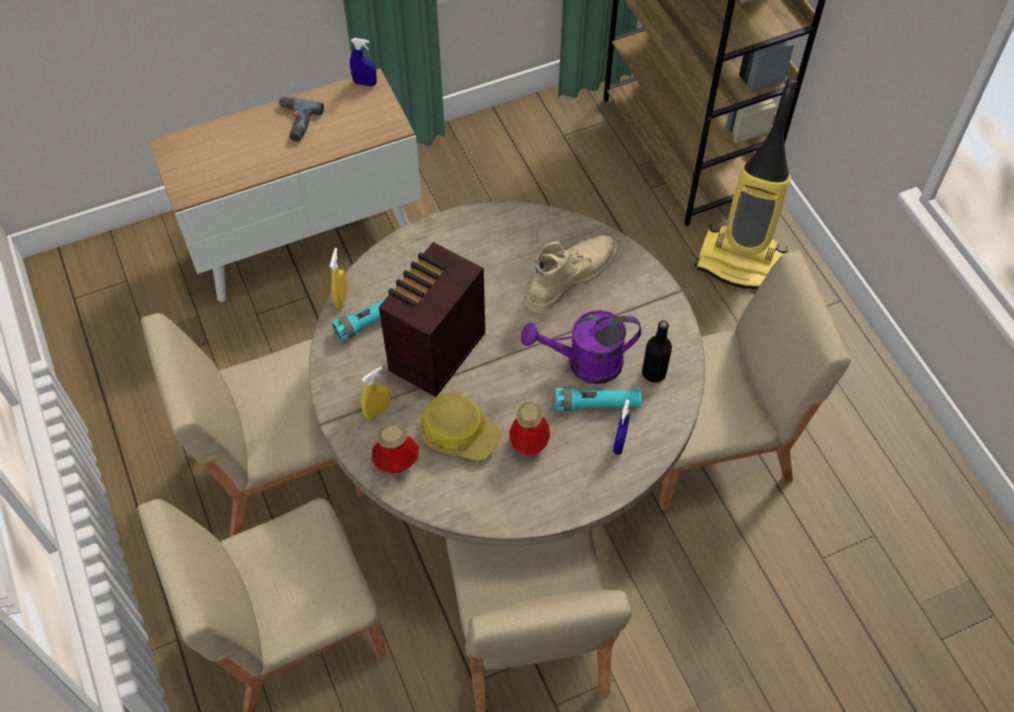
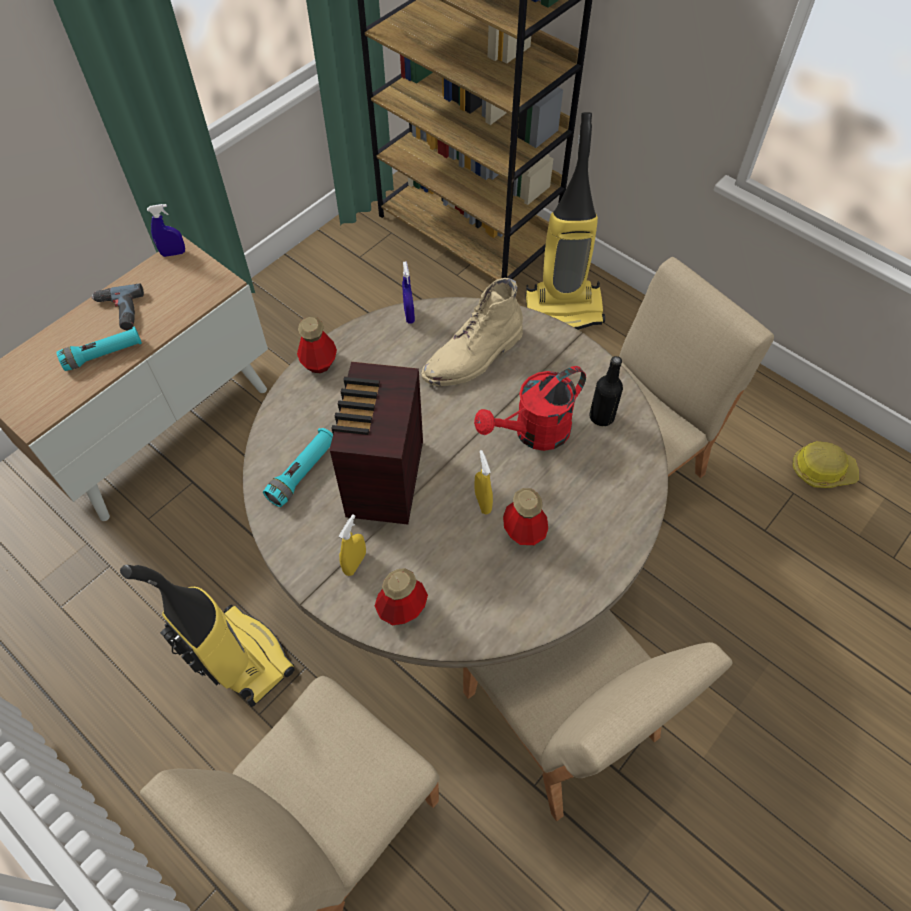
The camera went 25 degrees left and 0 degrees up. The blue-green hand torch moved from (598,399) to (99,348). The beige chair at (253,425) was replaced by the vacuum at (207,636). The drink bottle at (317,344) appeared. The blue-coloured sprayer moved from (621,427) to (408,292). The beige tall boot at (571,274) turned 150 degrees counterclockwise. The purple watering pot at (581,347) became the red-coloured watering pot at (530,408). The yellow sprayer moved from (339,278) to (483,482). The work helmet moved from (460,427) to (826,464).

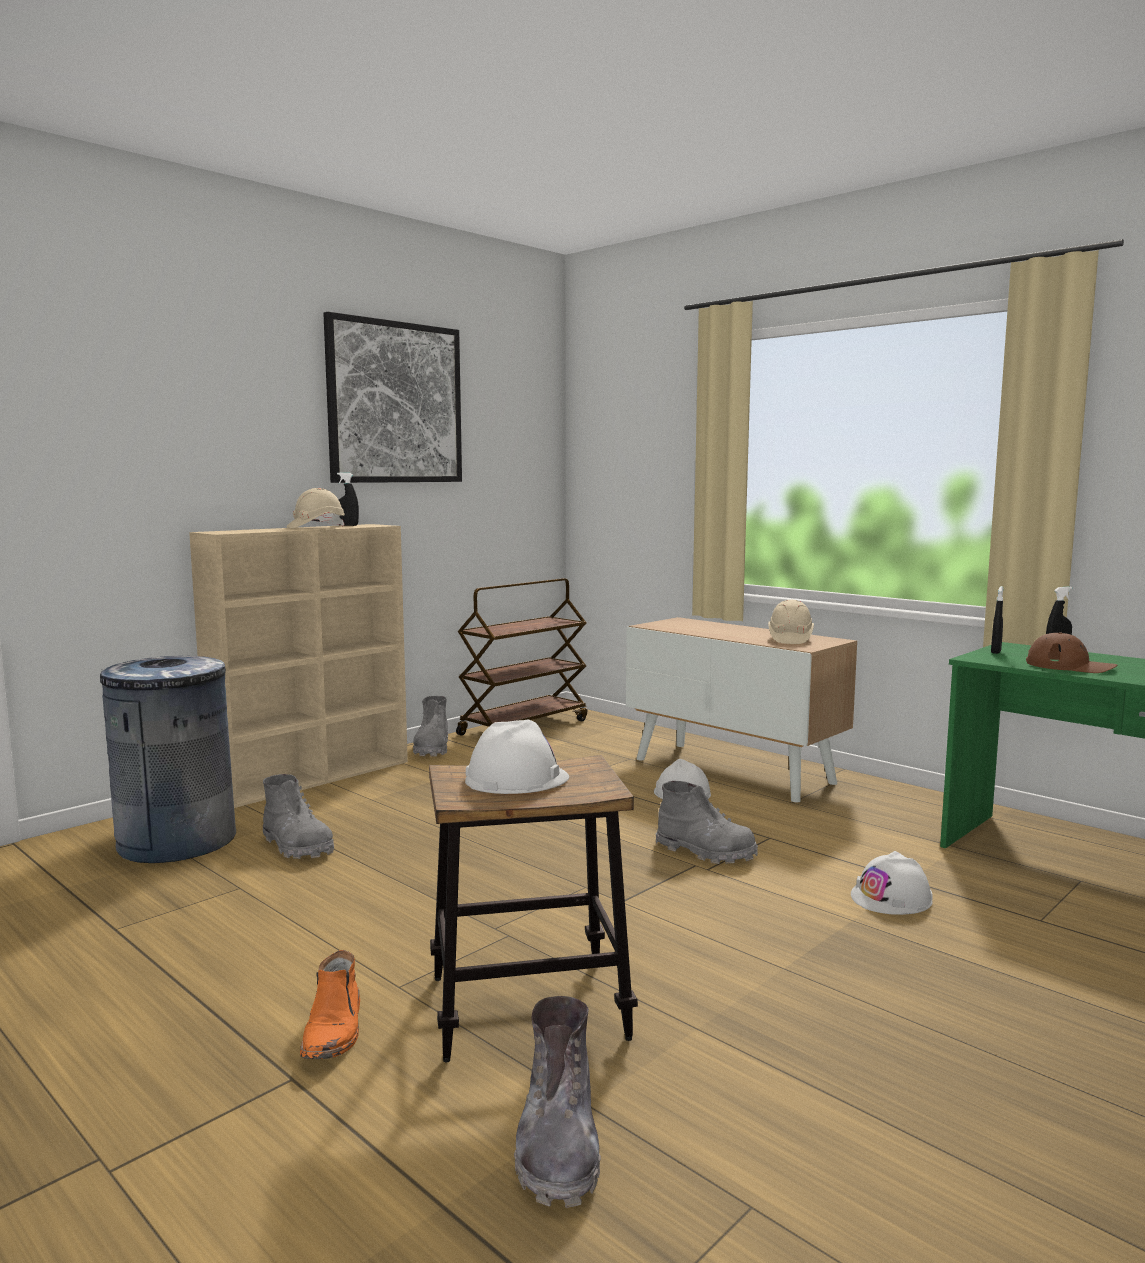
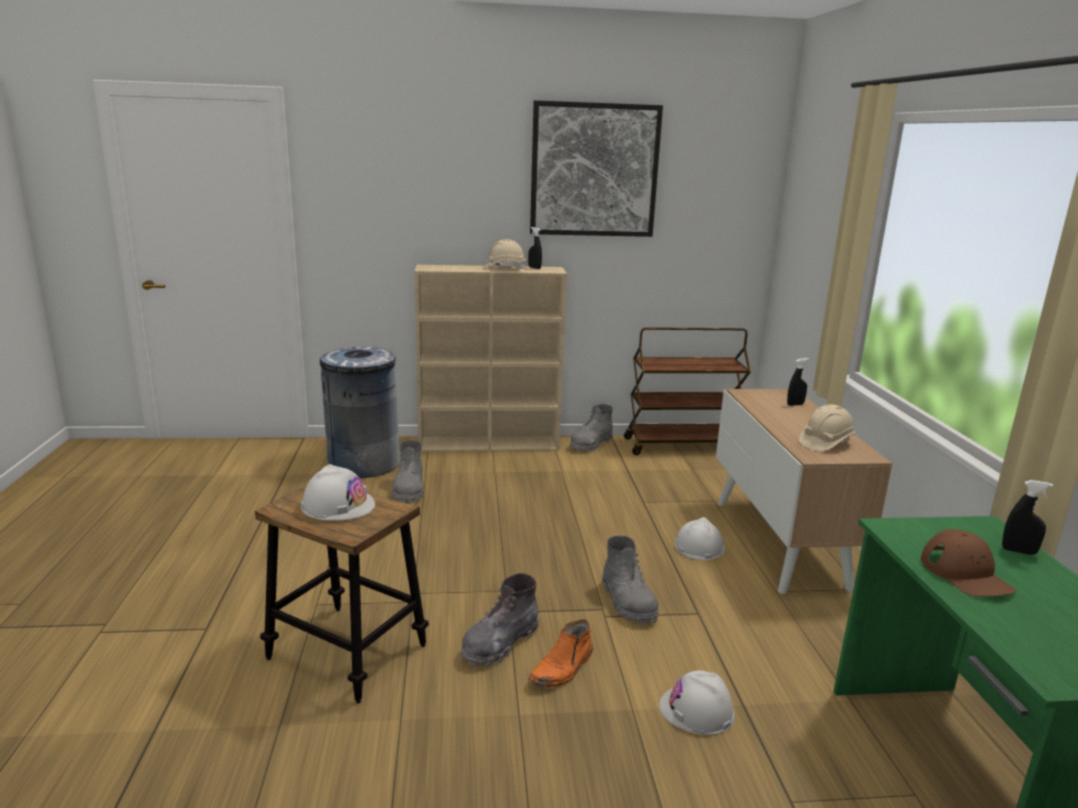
The camera went 40 degrees right and 10 degrees up. The grey tall boot moved from (557,1102) to (500,620). The orange-coloured tall boot moved from (330,1004) to (560,653). The blackish sprayer moved from (997,620) to (798,382).

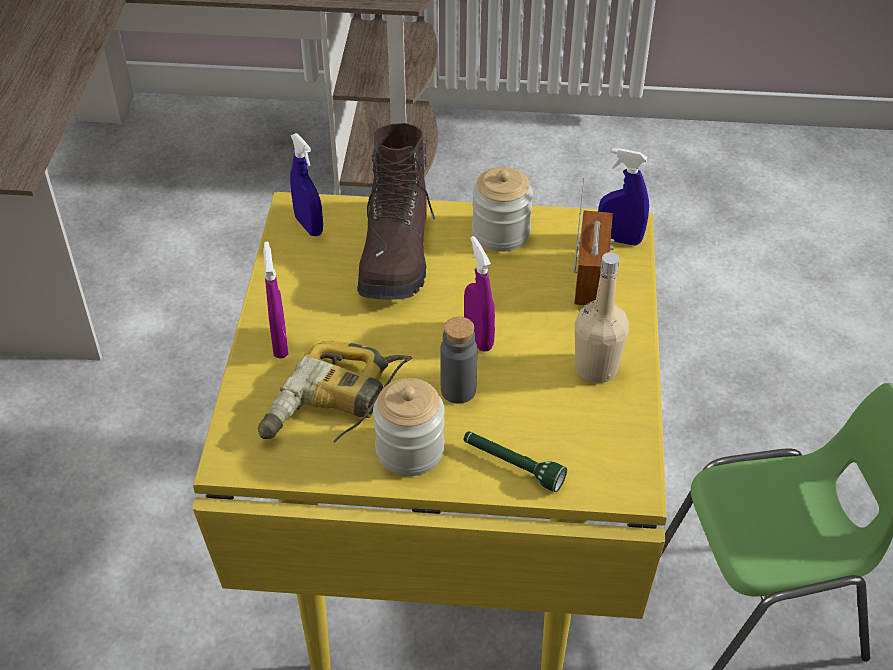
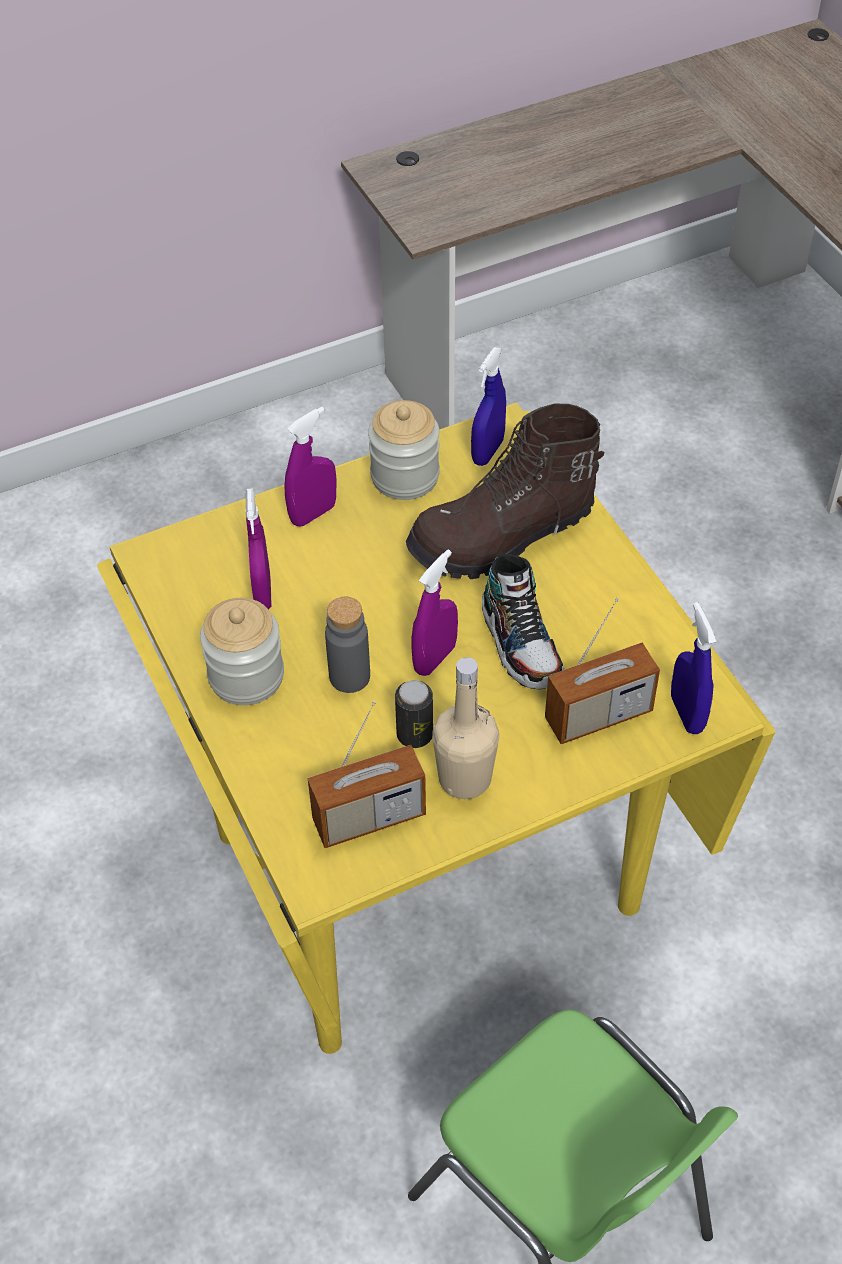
The camera went 60 degrees right and 5 degrees up. The power drill at (335,392) was replaced by the purple sprayer at (258,549). The radio set at (367,774) appeared. The preserve jar moved from (502,209) to (404,450). The sealed can at (414,714) appeared. The item of footwear at (523,622) appeared. The green-coloured hand torch at (515,462) disappeared.

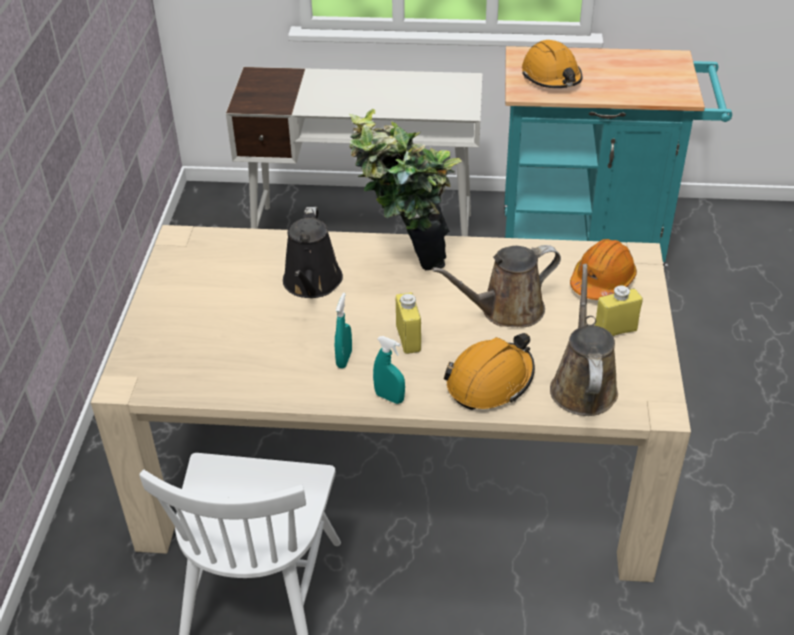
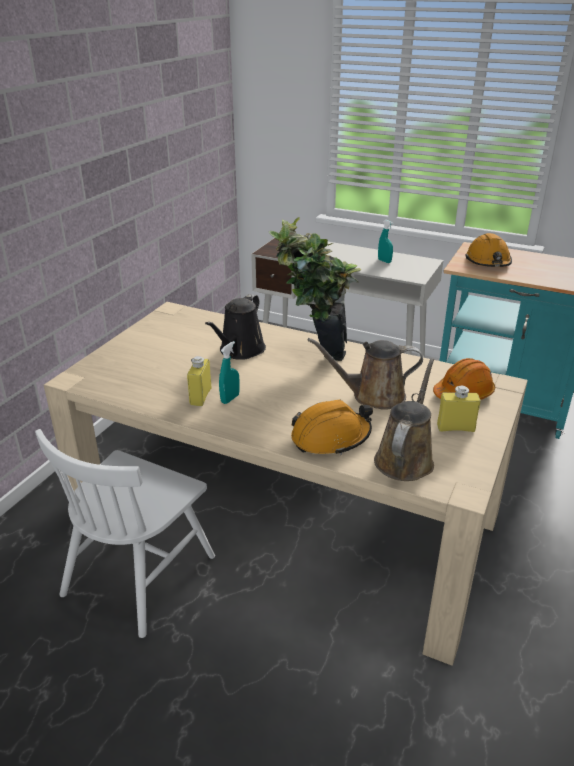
The camera went 20 degrees right and 10 degrees down. The yellow drink bottle moved from (408,323) to (199,381). The blue-green sprayer moved from (389,370) to (385,241).

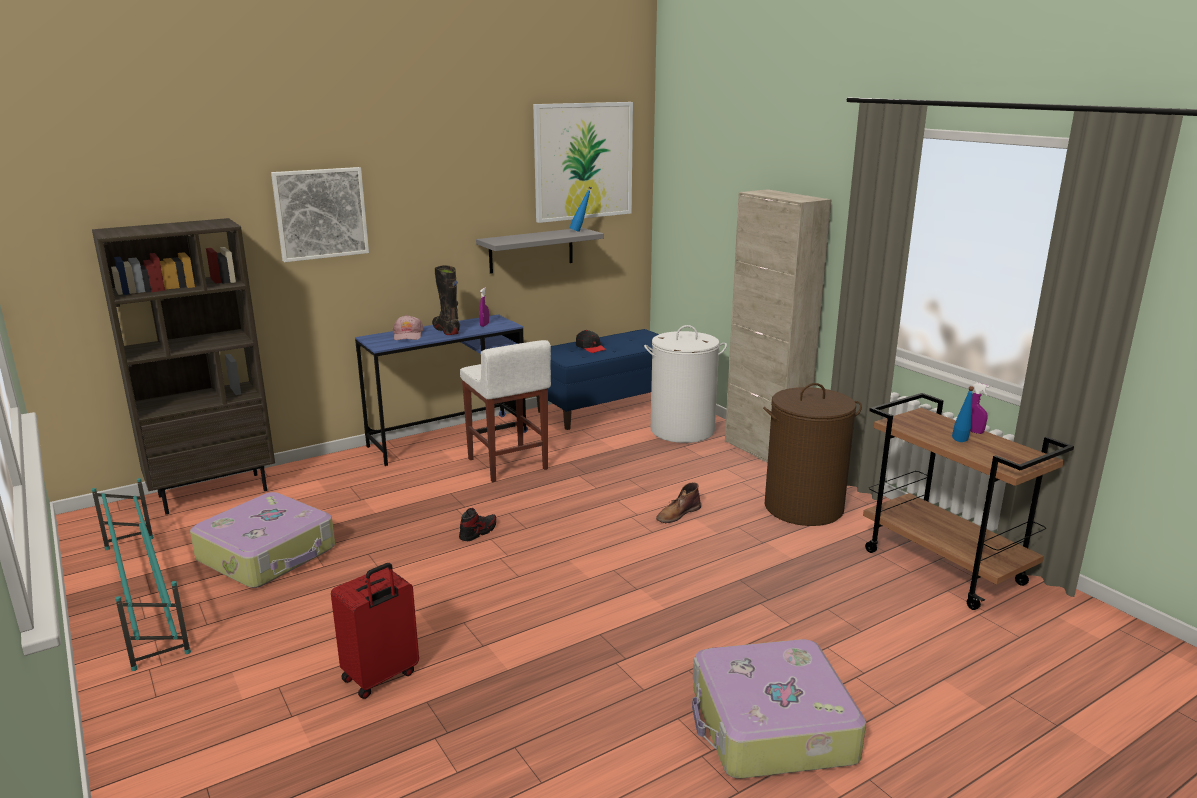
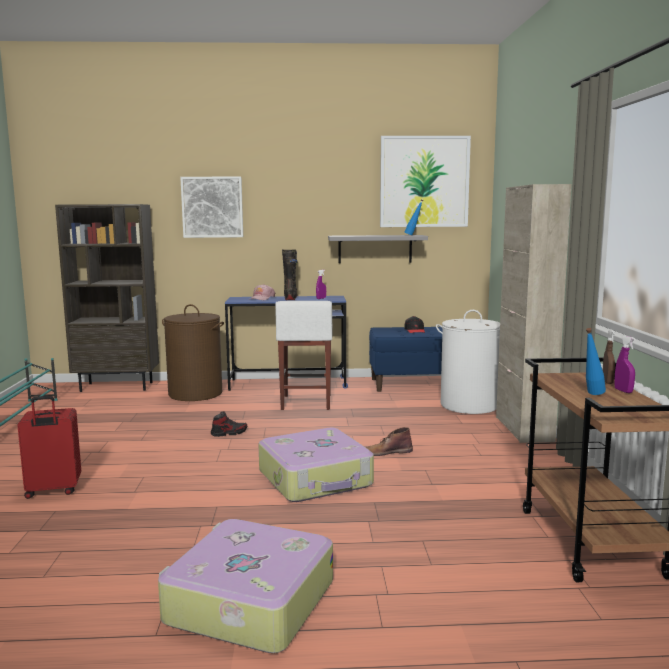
The camera went 30 degrees right and 10 degrees down. The brown washing basket moved from (812,454) to (193,352). The piece of luggage moved from (262,540) to (316,465). The brown sprayer at (609,356) appeared.

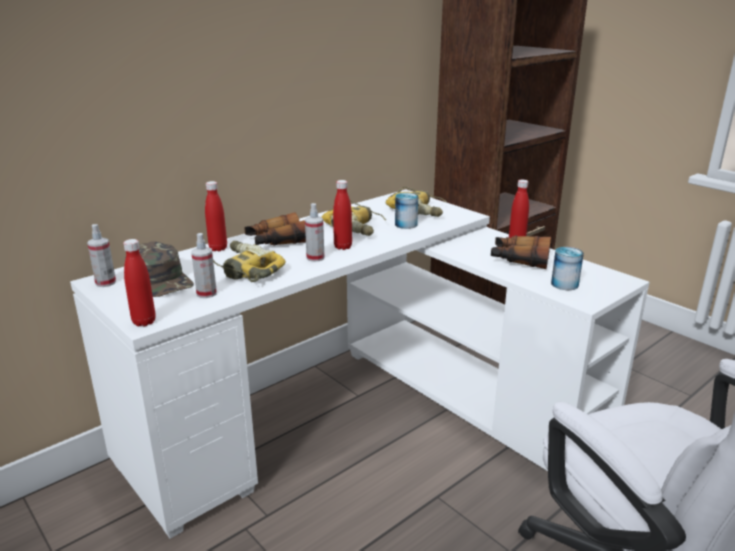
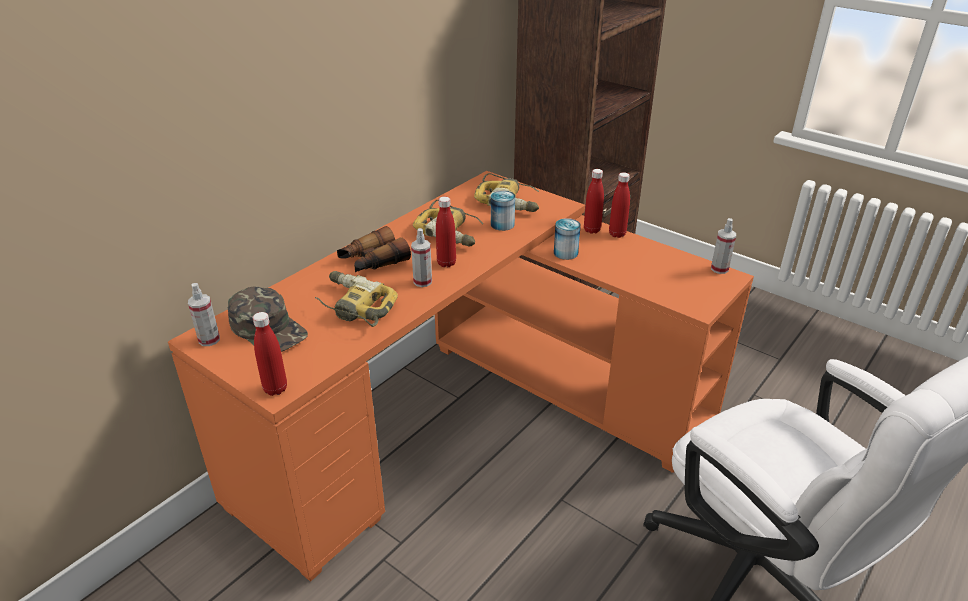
The camera went 10 degrees left and 10 degrees up. The whitish desk unit at (360,364) became the orange-coloured desk unit at (461,376). The sealed can moved from (567,268) to (567,239). The red-coloured drink bottle moved from (216,216) to (594,201). The sprayer moved from (204,265) to (723,246). The field glasses at (521,252) disappeared.

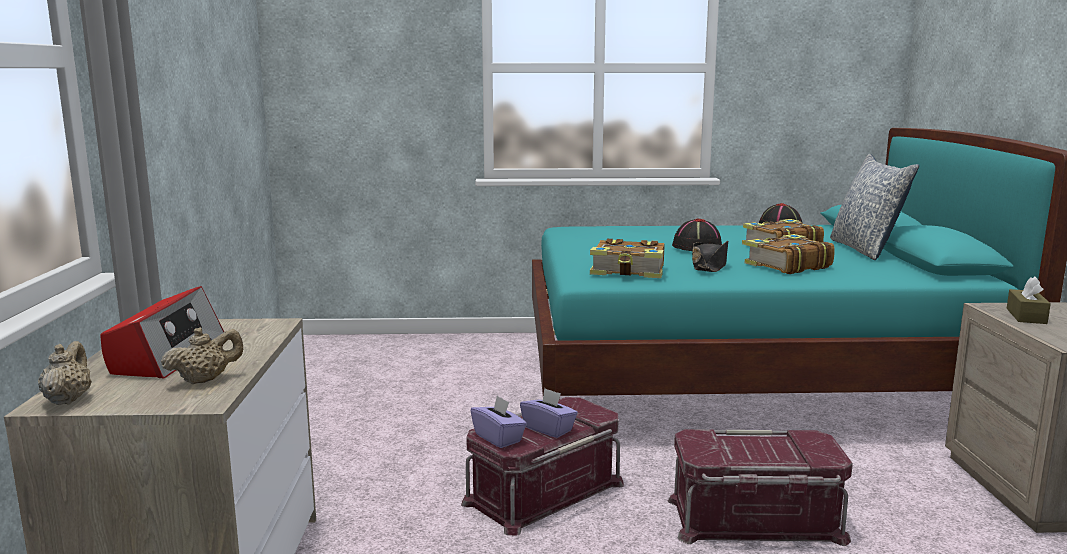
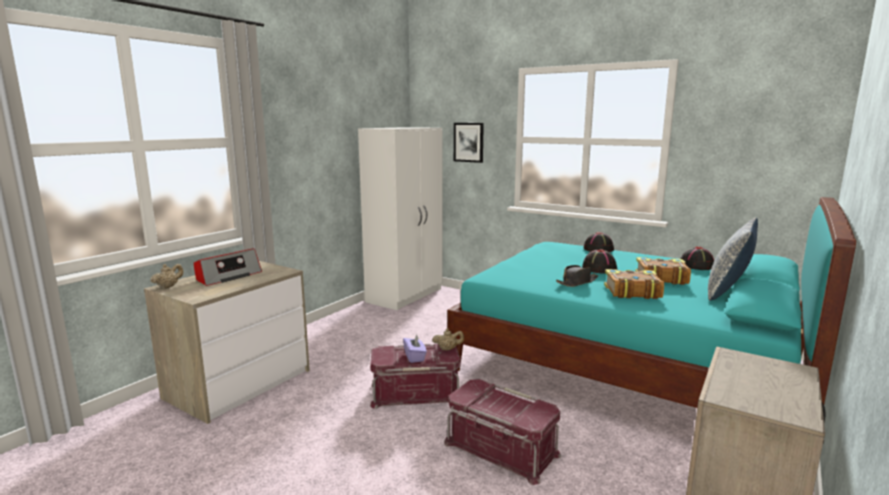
The camera went 35 degrees right and 0 degrees up. The whitish armoire at (400,218) appeared. The beige tea pot moved from (202,355) to (448,339). The picture at (469,143) appeared. The blackish clothing hat at (598,242) appeared. The purple tissue box at (498,421) disappeared. The bound book at (627,258) disappeared. The brown tissue box at (1029,300) disappeared.

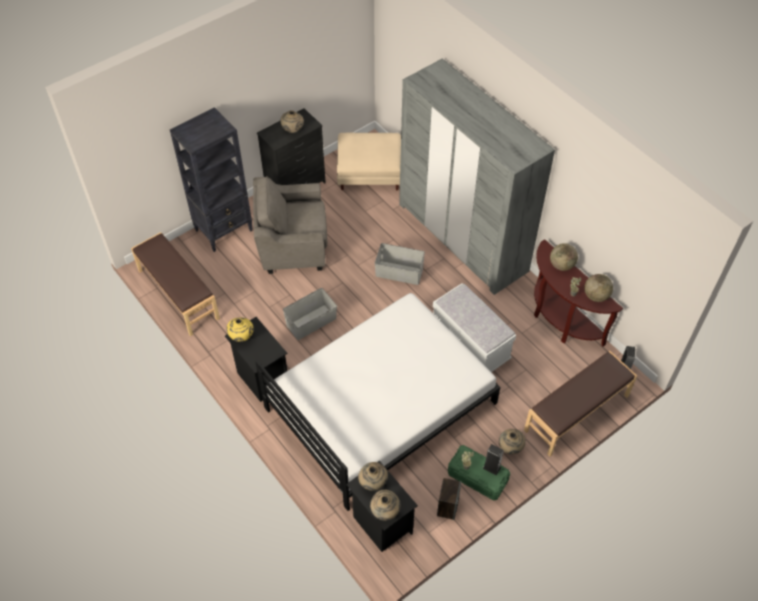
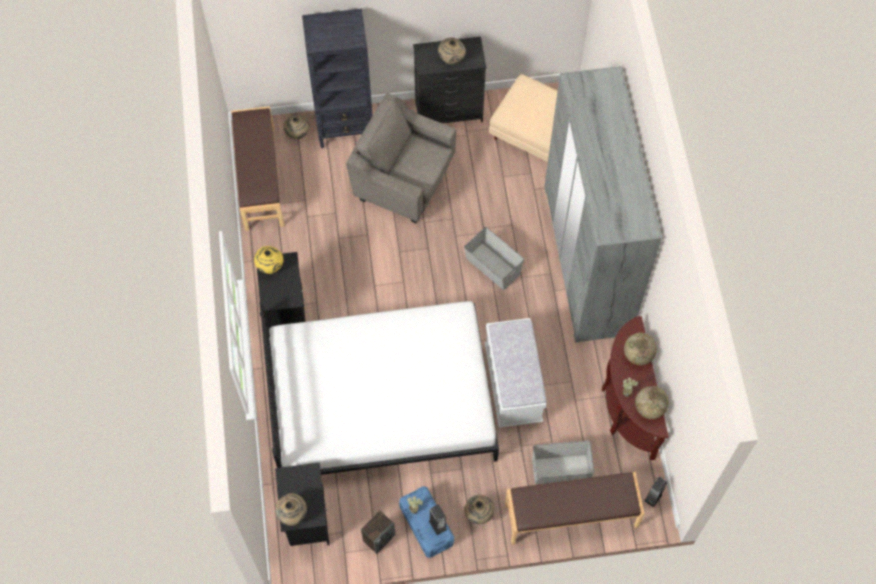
The camera went 30 degrees right and 10 degrees up. The beige vase moved from (373,476) to (296,127). The green-coloured storage container at (479,473) became the blue-coloured storage container at (426,522). The grey storage container moved from (310,314) to (563,462).

